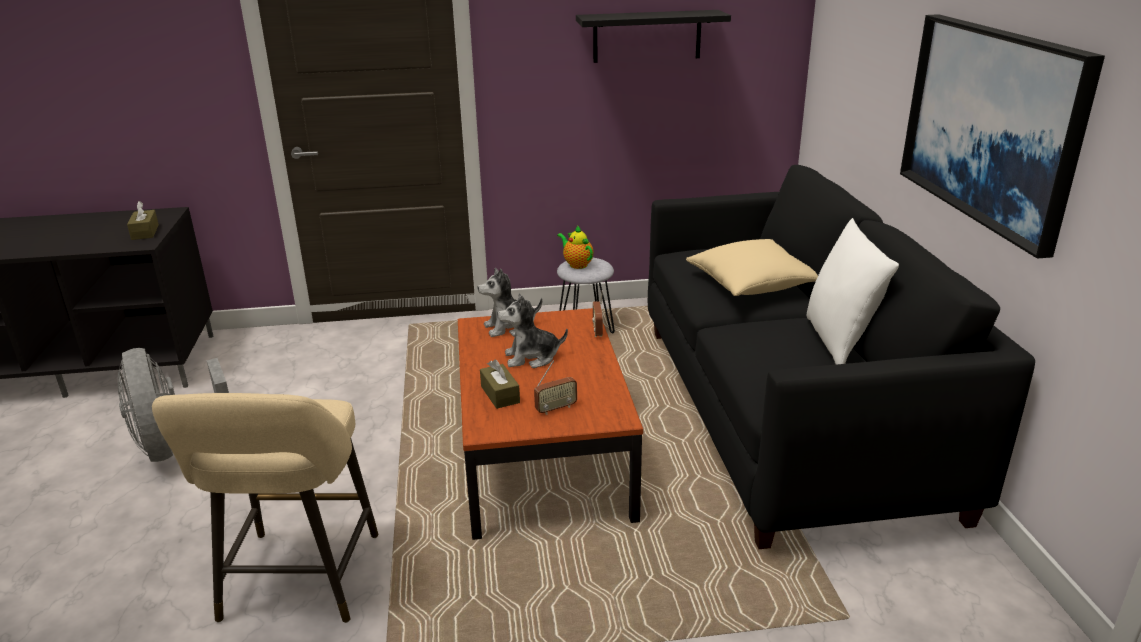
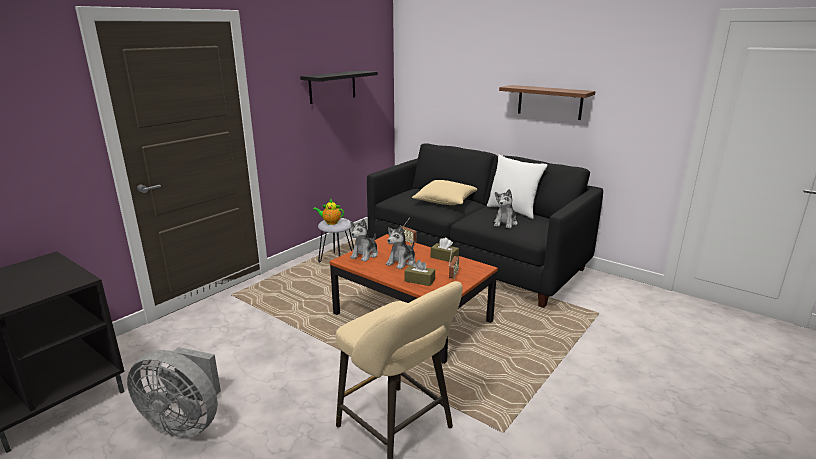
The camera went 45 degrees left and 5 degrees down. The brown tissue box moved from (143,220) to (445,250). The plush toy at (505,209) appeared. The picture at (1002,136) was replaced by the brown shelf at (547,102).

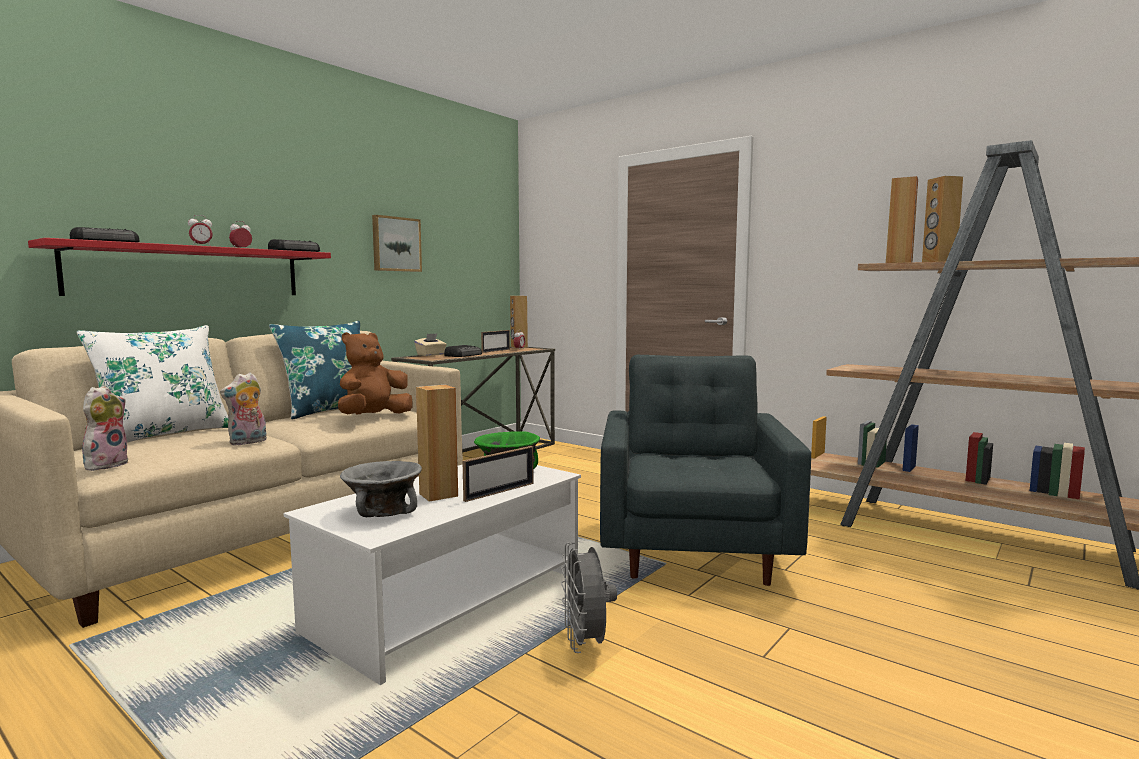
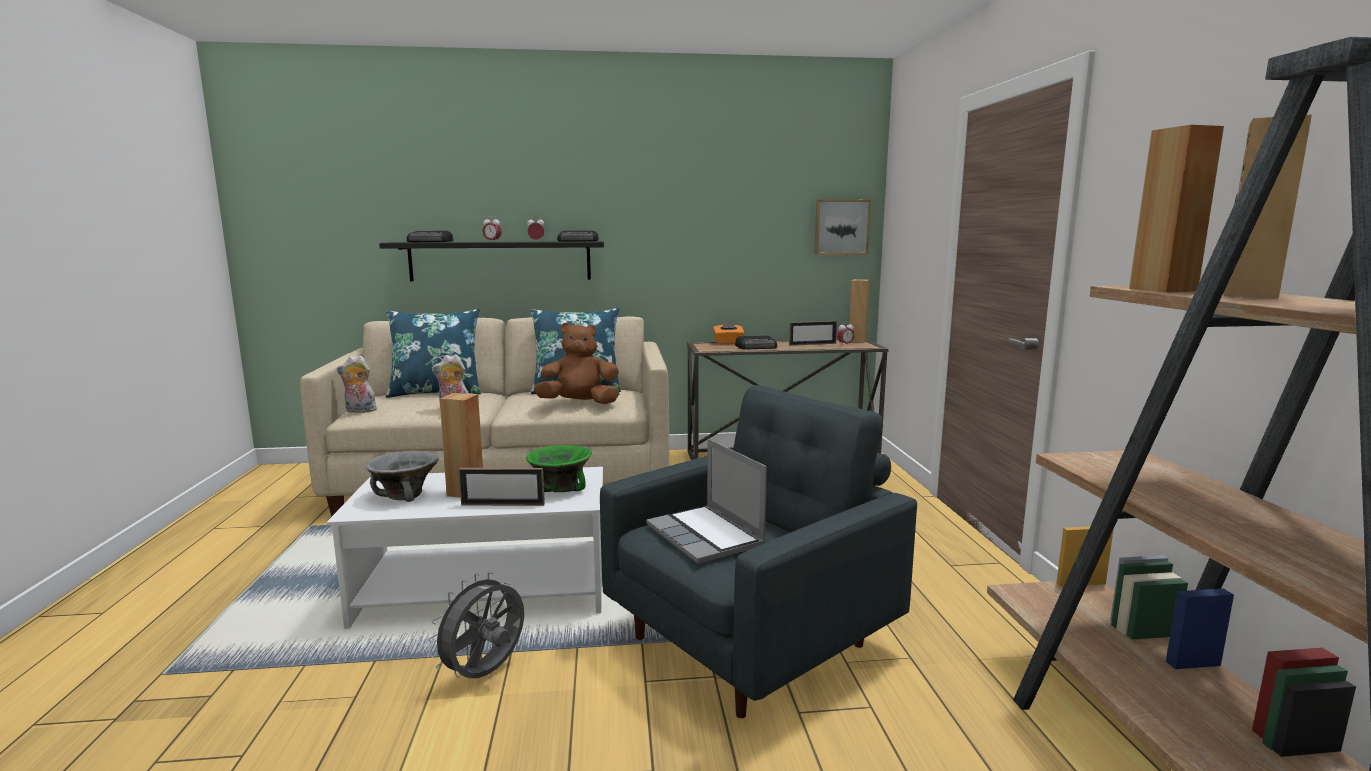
The camera went 45 degrees right and 5 degrees up. The plush toy at (105,428) turned 150 degrees counterclockwise. The red-coloured shelf at (179,267) became the blackish shelf at (491,261). The whitish pillow at (152,384) became the blue-coloured pillow at (433,353). The notebook computer at (706,501) appeared. The beige tissue box at (430,344) became the orange-coloured tissue box at (728,332). The picture moved from (397,243) to (842,227).

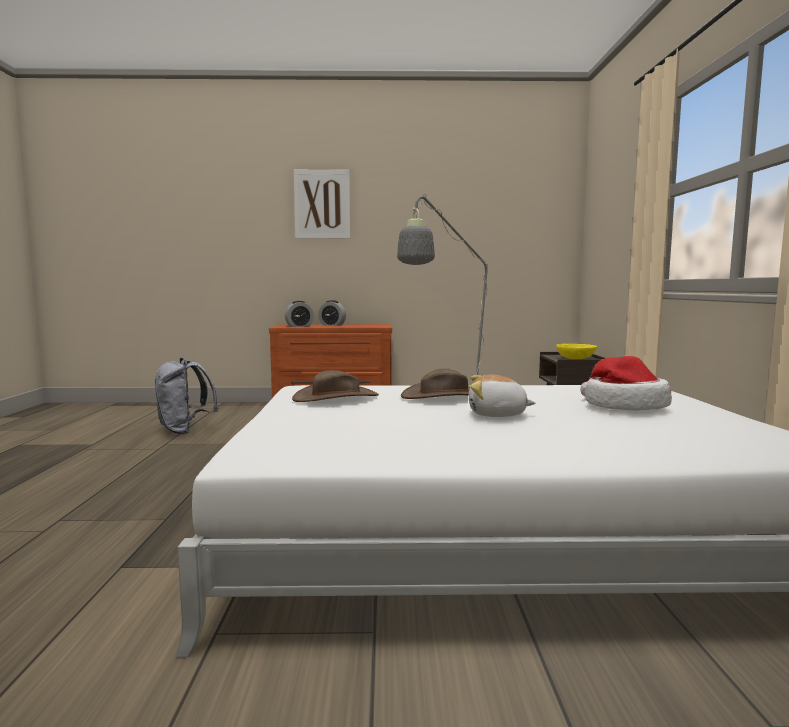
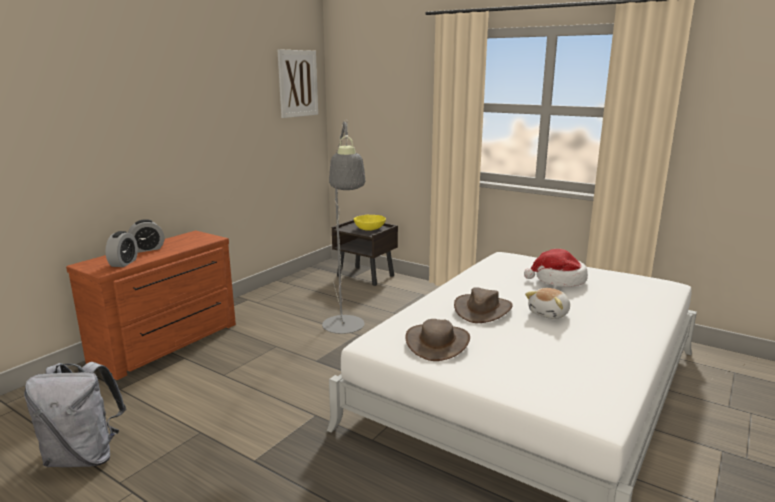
The camera went 55 degrees left and 10 degrees up. The picture moved from (322,204) to (298,83).

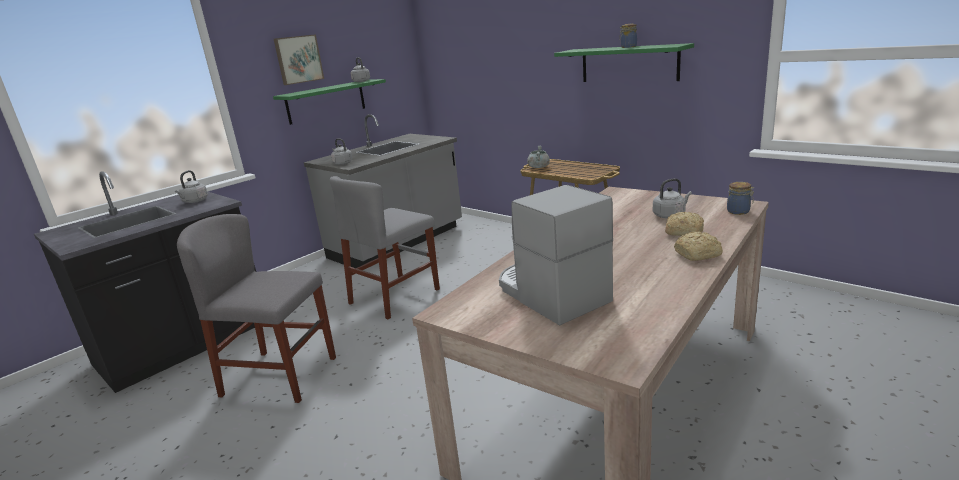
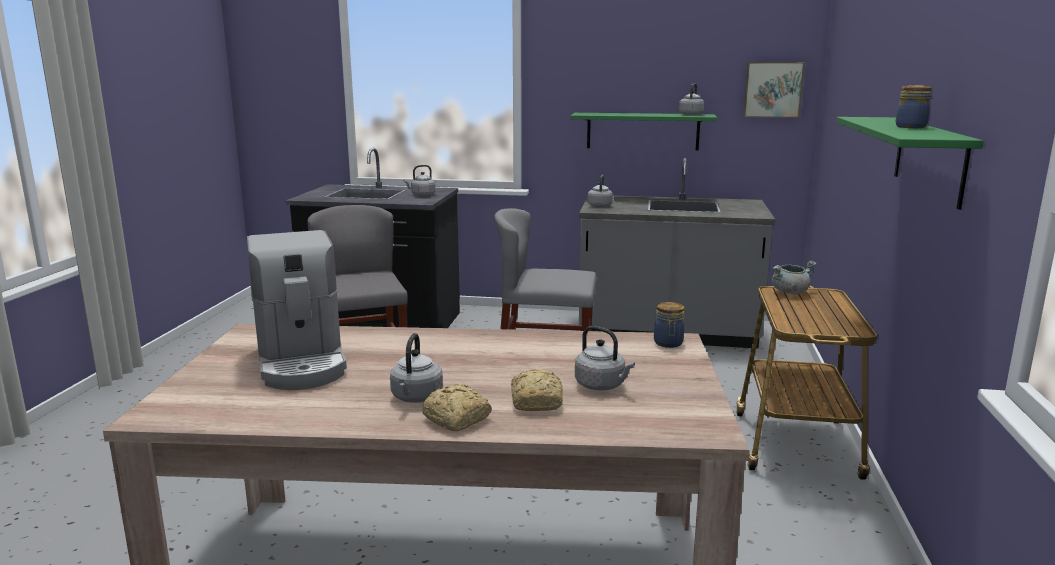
The camera went 55 degrees right and 5 degrees down. The coffee maker at (556,255) turned 135 degrees clockwise. The grey kettle at (416,368) appeared. The preserve jar moved from (740,198) to (669,325). The picture moved from (299,59) to (774,90).

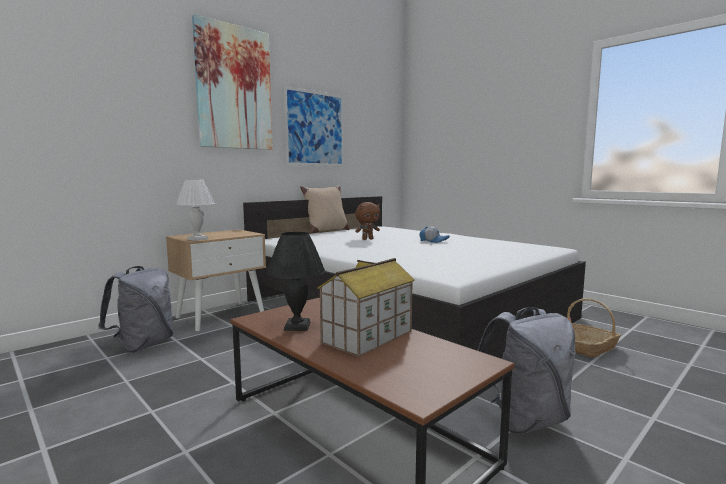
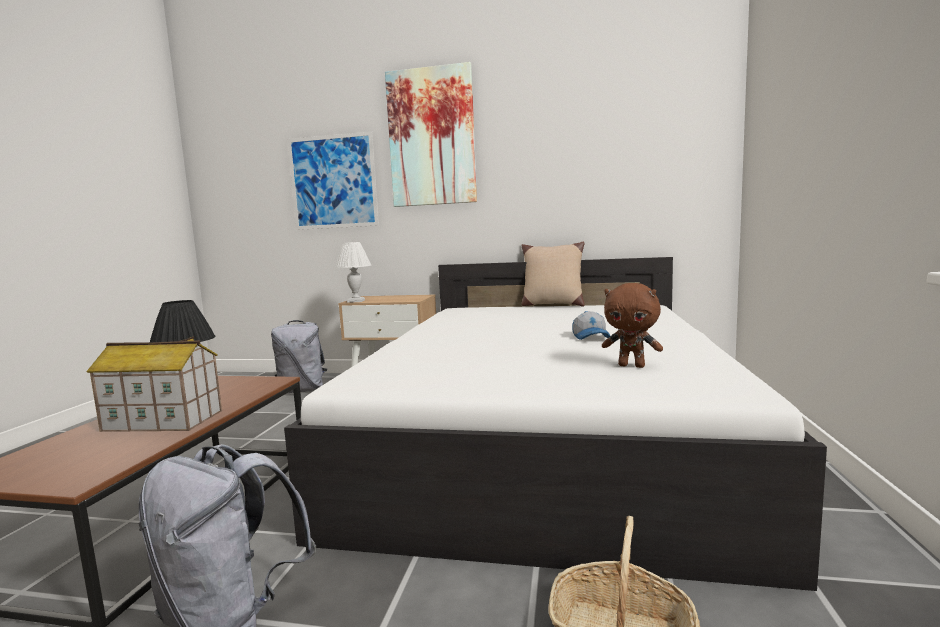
The camera went 55 degrees right and 0 degrees up. The picture moved from (313,126) to (333,180). The brown plush toy moved from (367,221) to (632,325).

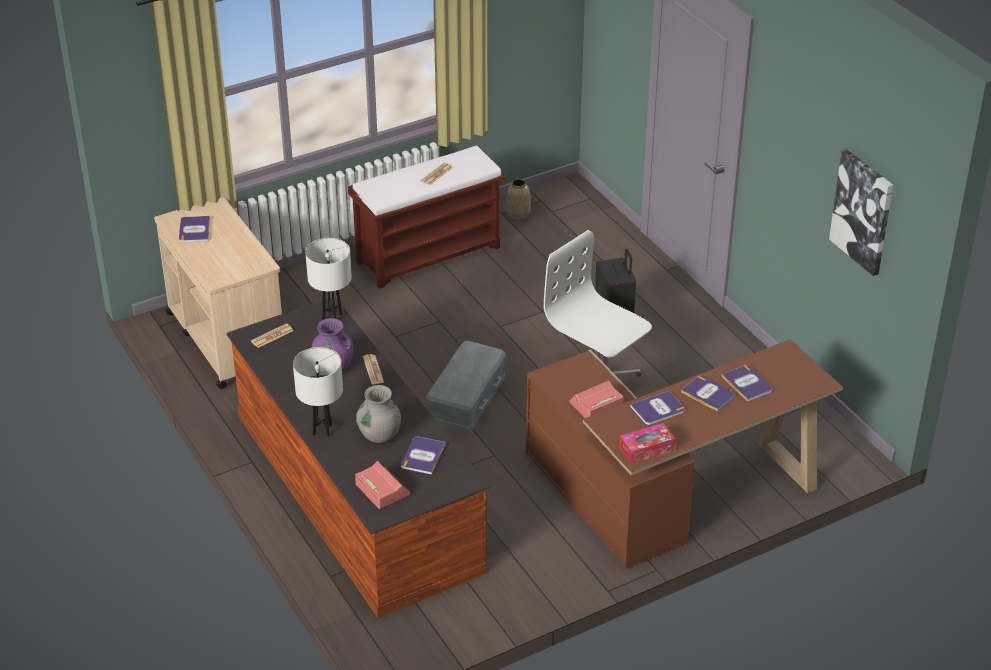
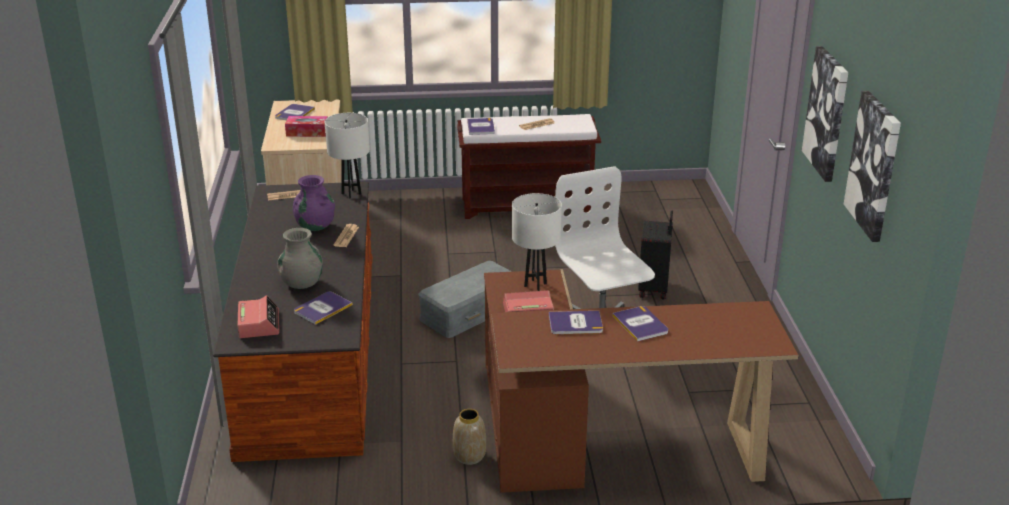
The camera went 25 degrees right and 10 degrees down. The tissue box moved from (647,443) to (306,126). The vase moved from (518,199) to (469,437). The bound book moved from (746,383) to (481,126). The whitish table lamp moved from (318,391) to (537,242). The picture at (825,114) appeared.

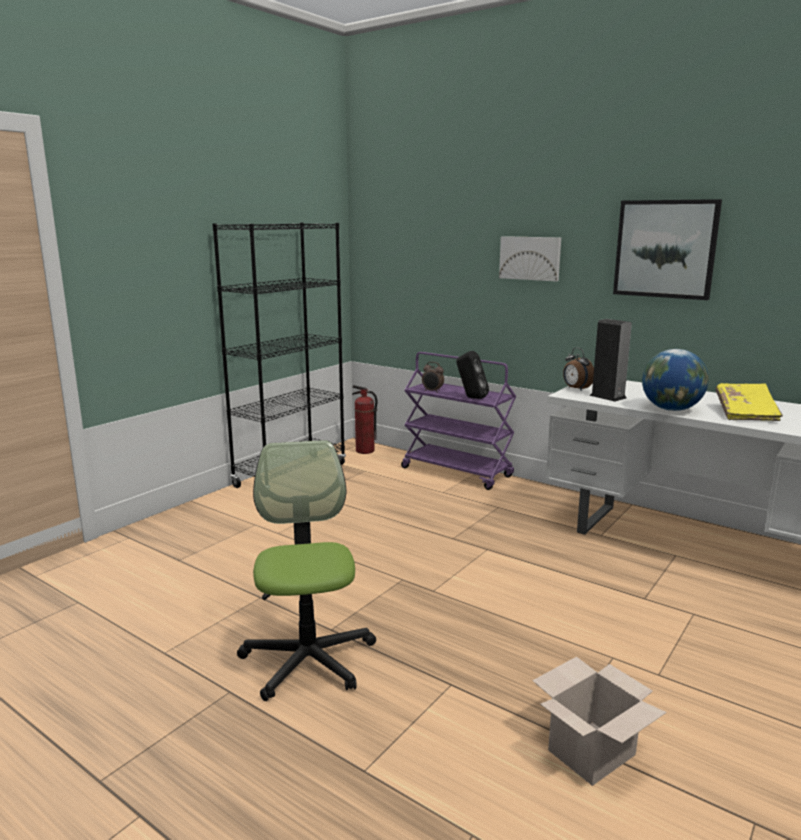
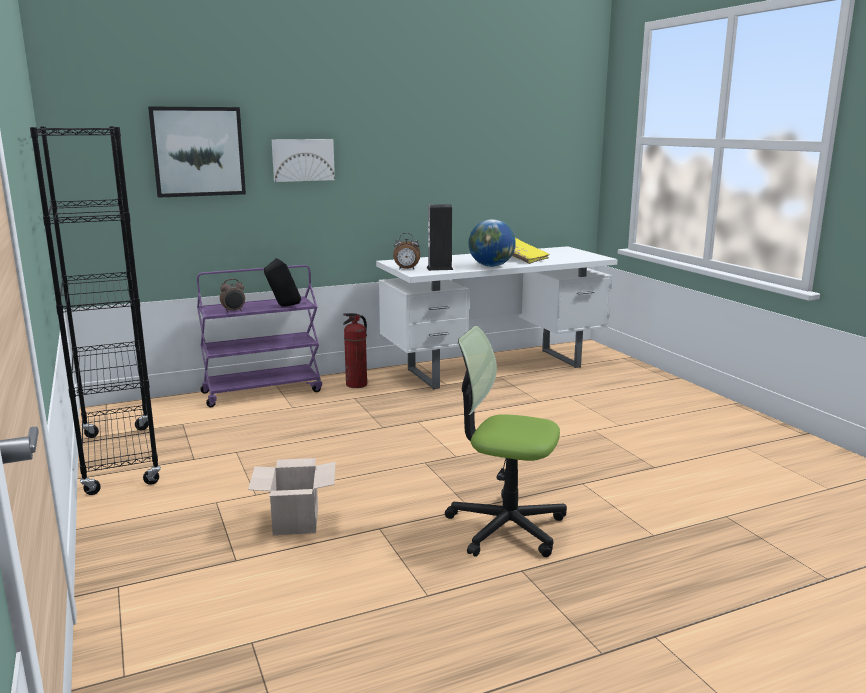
The camera went 60 degrees left and 0 degrees up. The picture moved from (667,249) to (197,152). The carton moved from (599,721) to (292,496). The fire extinguisher moved from (365,419) to (355,350).

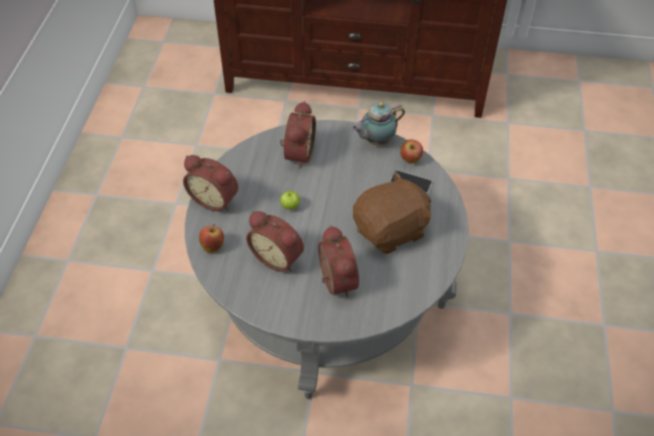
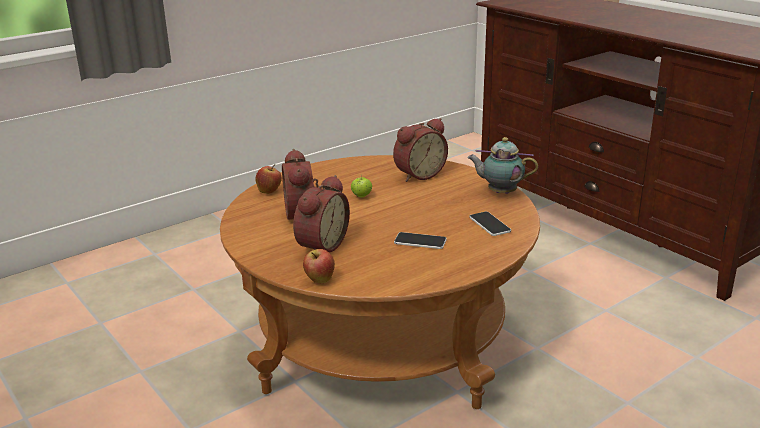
The camera went 45 degrees right and 25 degrees down. The grey low table at (326,259) became the brown low table at (380,282). The apple fruit moved from (411,151) to (319,266). The brown plush toy at (392,213) was replaced by the phone at (420,240). The bedside clock at (210,183) disappeared.

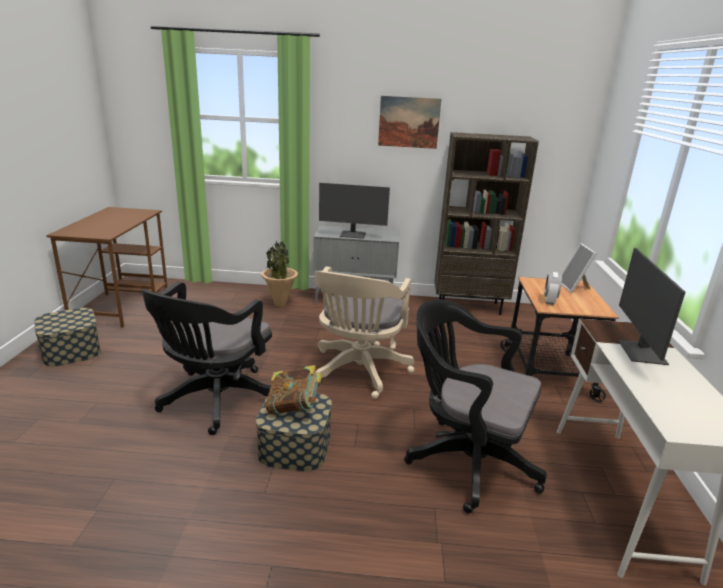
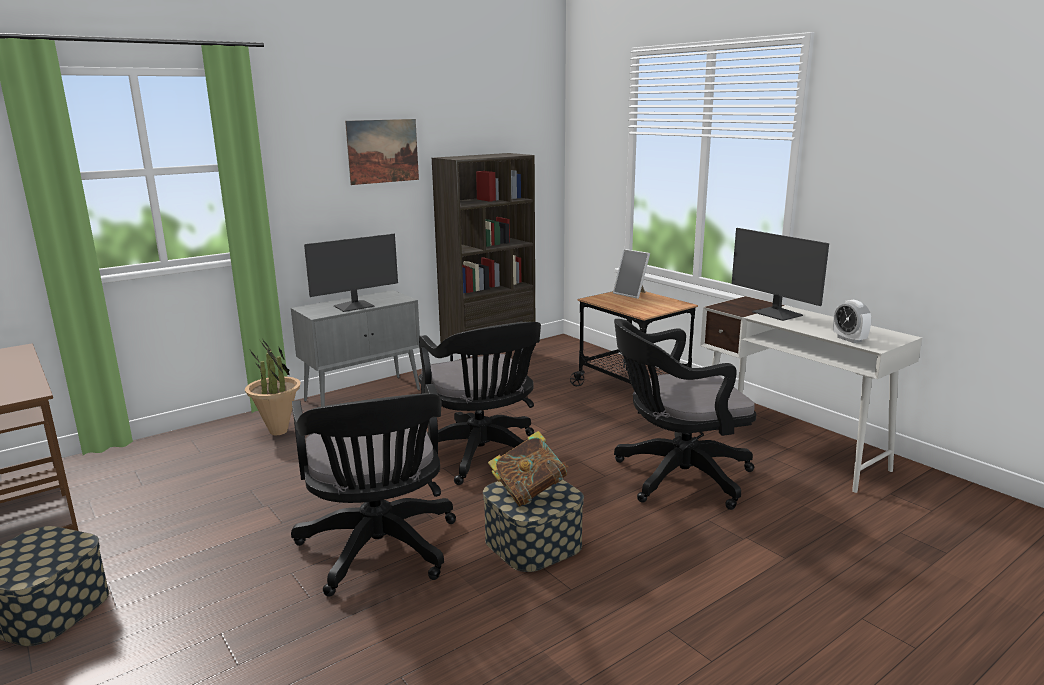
The camera went 40 degrees left and 5 degrees down. The beige computer chair at (364,332) became the blackish computer chair at (480,403). The bedside clock moved from (553,288) to (852,321).

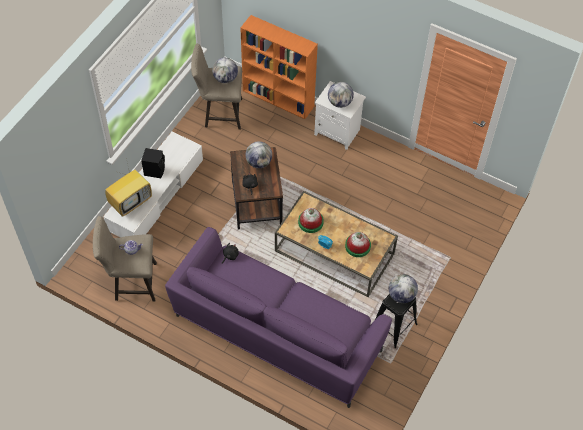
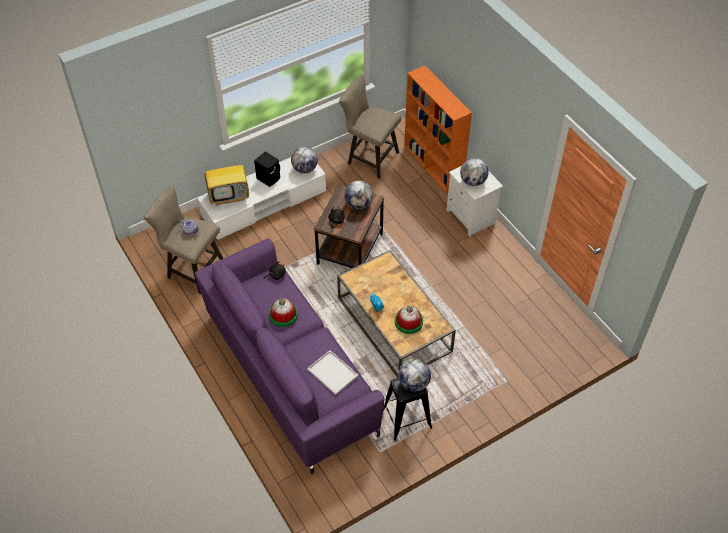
The camera went 30 degrees right and 5 degrees down. The clothing hat moved from (311,220) to (283,312). The world globe moved from (225,70) to (304,160). The whitish tray at (332,372) appeared.

